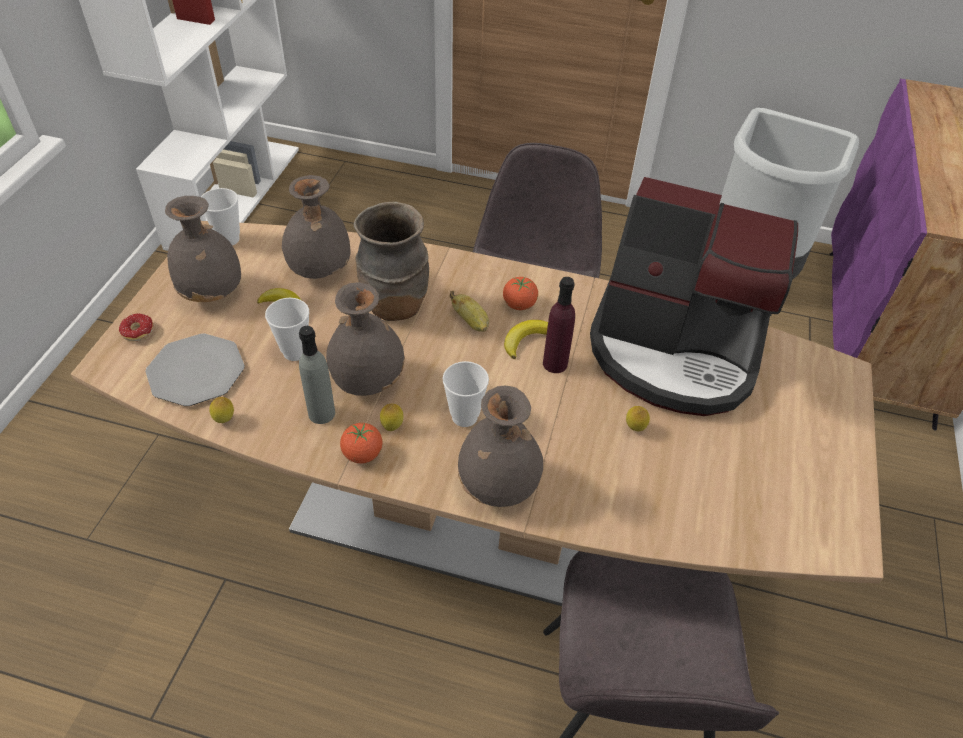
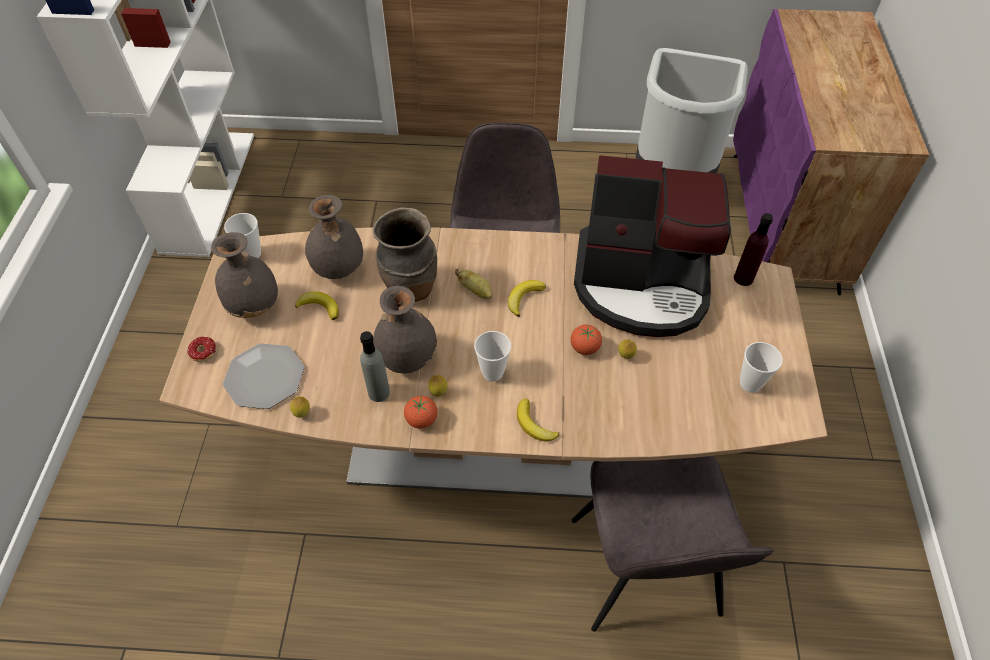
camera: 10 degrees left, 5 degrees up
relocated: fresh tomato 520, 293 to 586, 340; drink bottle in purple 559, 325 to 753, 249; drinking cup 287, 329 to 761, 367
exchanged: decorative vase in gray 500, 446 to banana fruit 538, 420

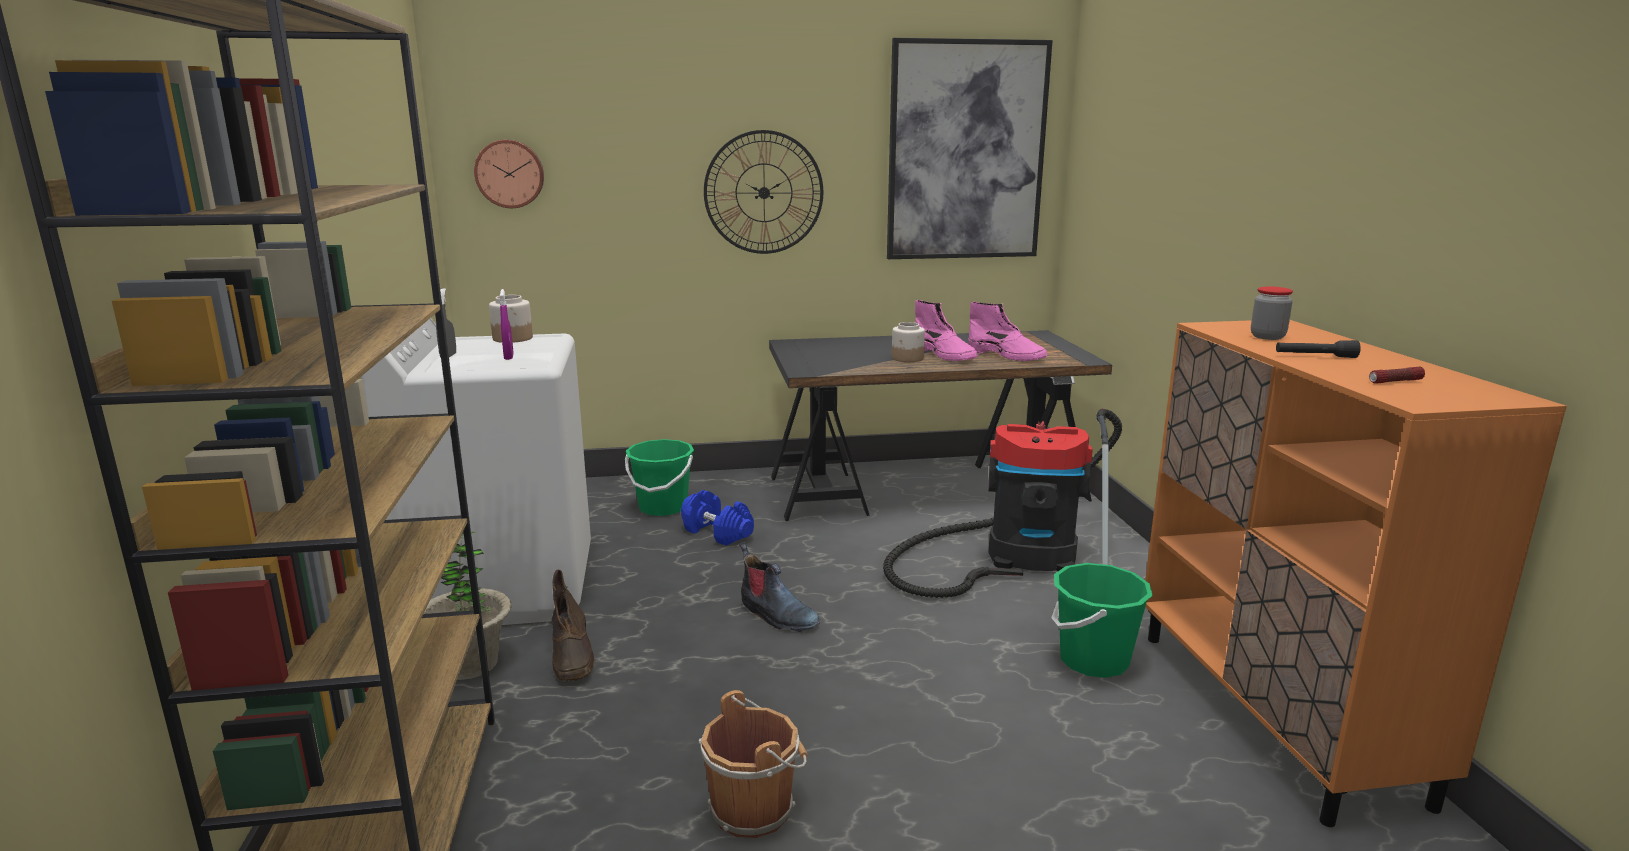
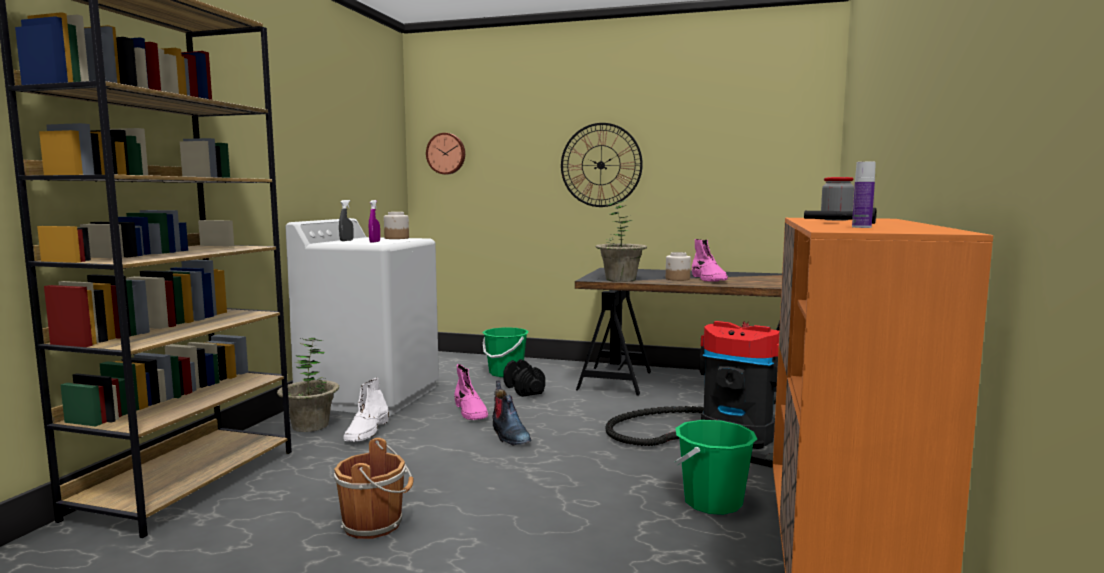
camera: 25 degrees right, 10 degrees down
missing: wall art 970, 148
appeared: plant in a pot 621, 240
relocated: high-top boot in pinkish 1007, 331 to 471, 392
exchanged: hand torch 1397, 375 to drink bottle 864, 195
colour: high-top boot in brown 573, 625 to high-top boot in white 366, 410; dumbbell in blue-coloured 717, 518 to dumbbell in blackish 524, 378

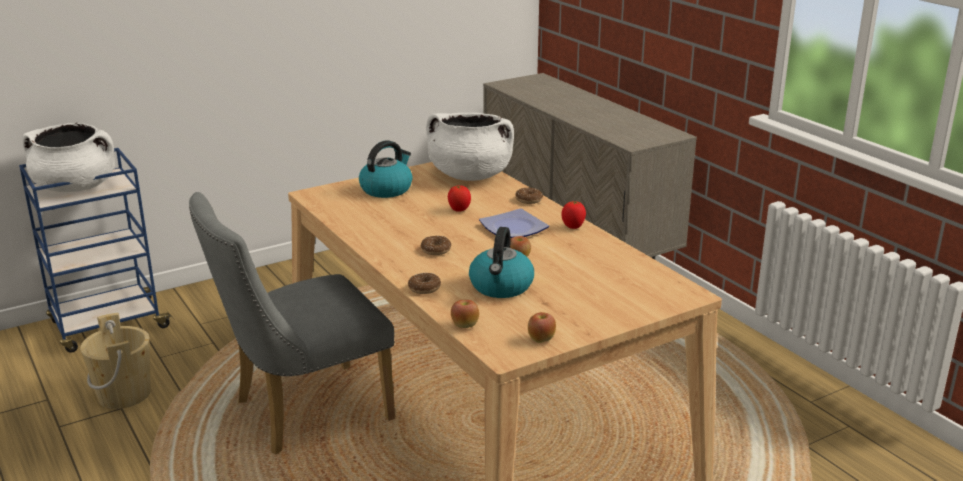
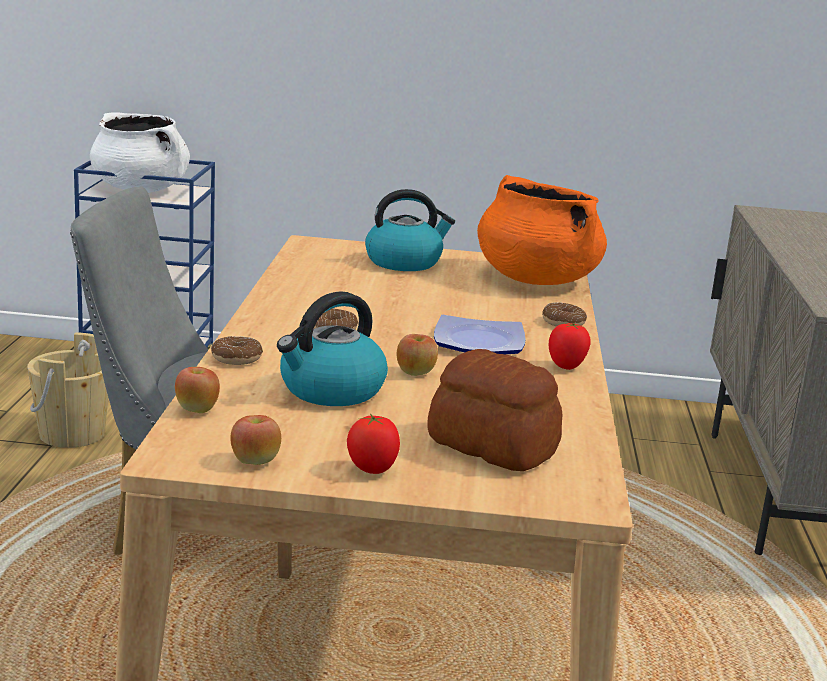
camera: 35 degrees right, 5 degrees down
appeared: bread 494, 410
relocated: fresh tomato 459, 198 to 373, 444
colour: stockpot in white 470, 147 to stockpot in orangey 542, 230

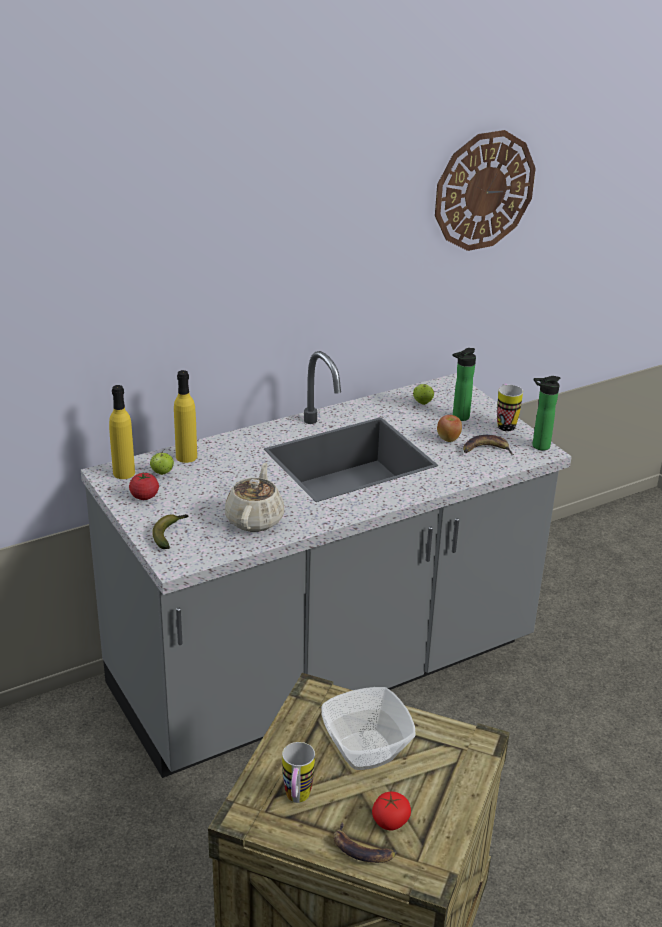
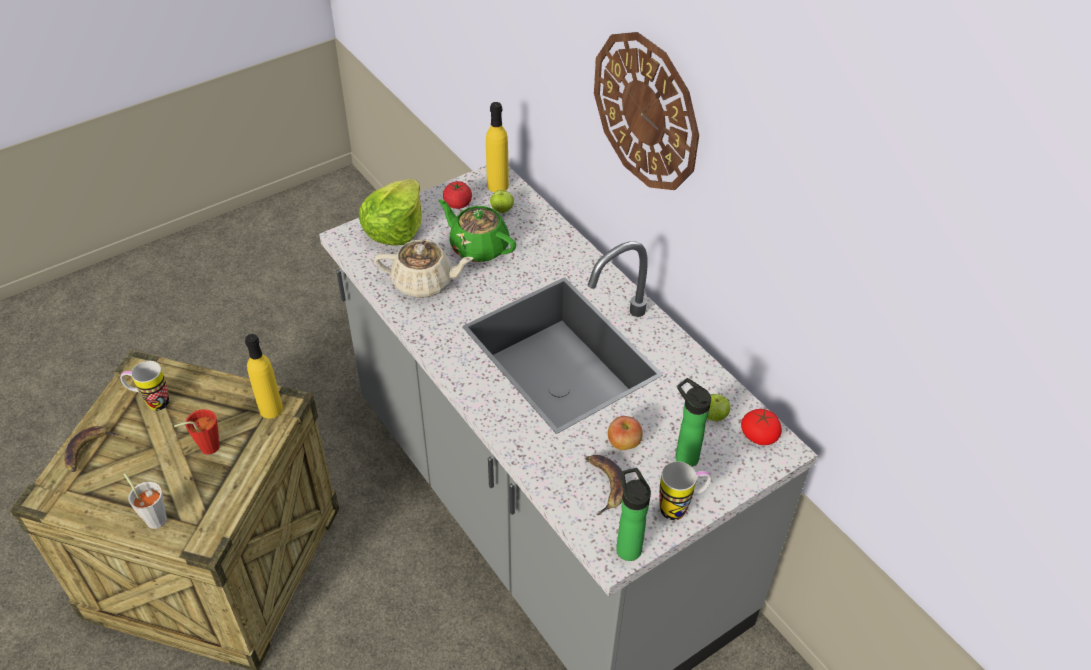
camera: 85 degrees right, 15 degrees up
appeared: drinking cup in gray 145, 501; pot for tea in green 477, 230
relocated: drink bottle in yellowish 185, 416 to 264, 376; wall clock 485, 190 to 646, 111; fresh tomato 391, 811 to 761, 427
exchanged: serving bowl 368, 728 to drinking cup in reddish 197, 432; banana fruit 170, 531 to lettuce 390, 212

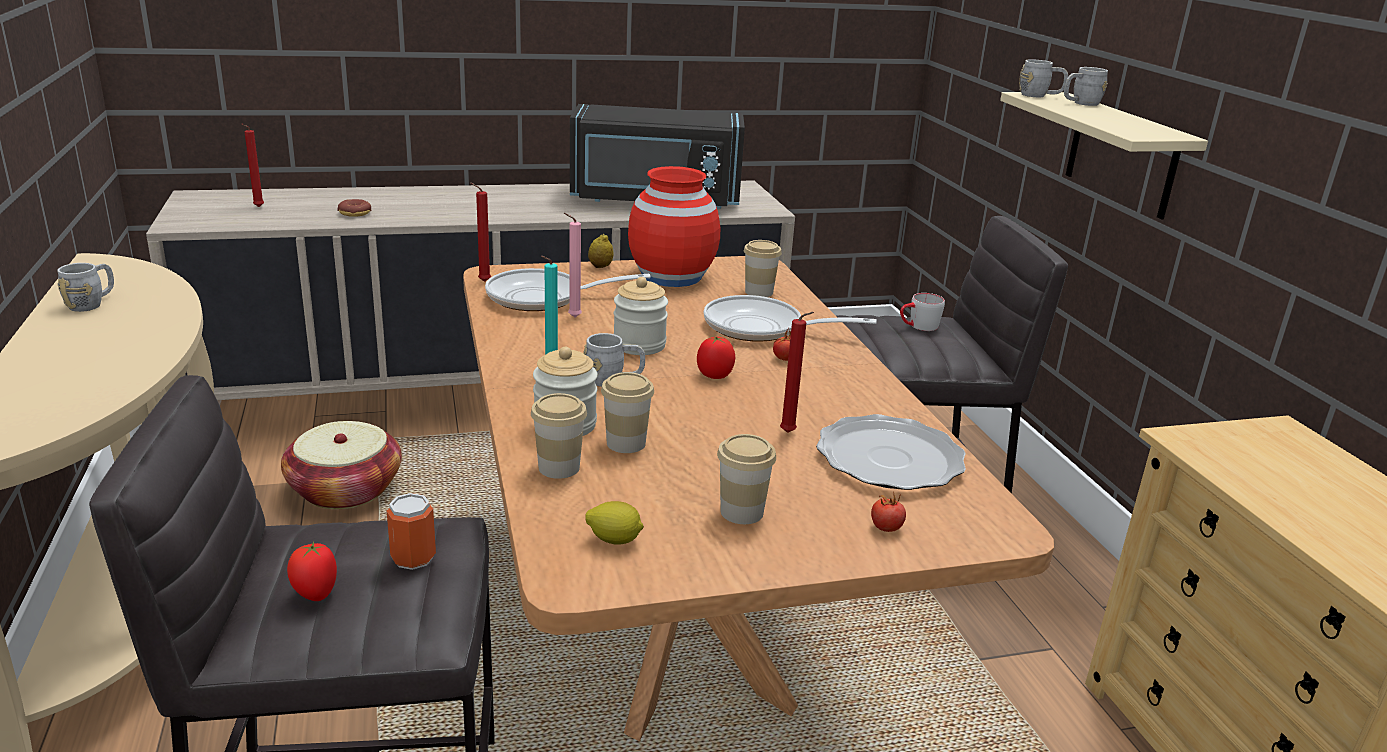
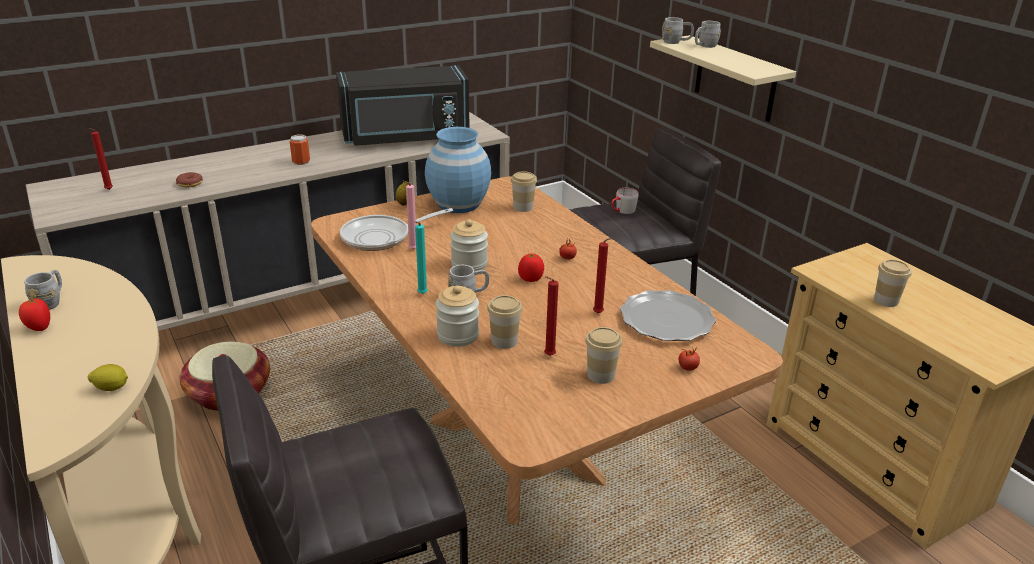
camera: 15 degrees left, 5 degrees up
missing: skillet 790, 318
relocated: fresh tomato 312, 571 to 34, 315; citrus fruit 614, 523 to 108, 377; sealed can 411, 531 to 300, 150; candle in reddish 480, 232 to 551, 316; drinking cup 559, 436 to 893, 283
colour: decorative vase in reddish 674, 226 to decorative vase in blue-coloured 458, 170

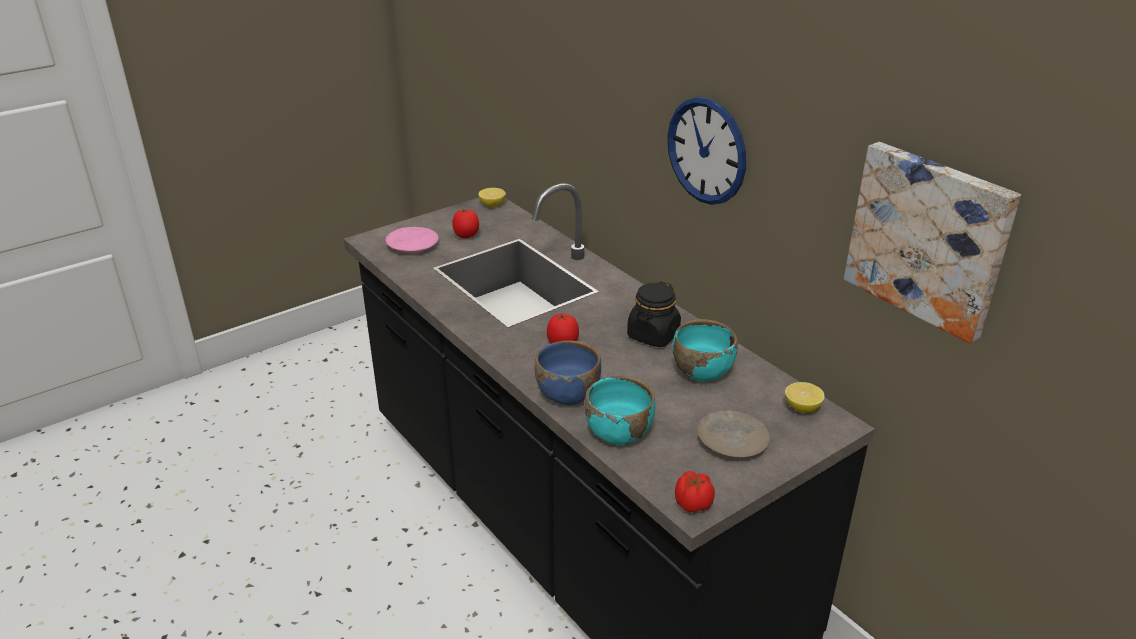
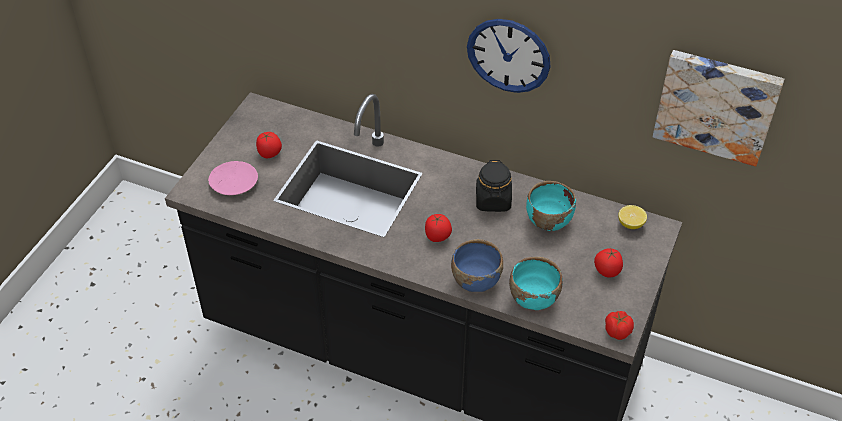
camera: 30 degrees left, 15 degrees up
missing: citrus fruit 492, 197
exchanged: dinner plate in sand-coloured 734, 434 to fresh tomato 608, 262

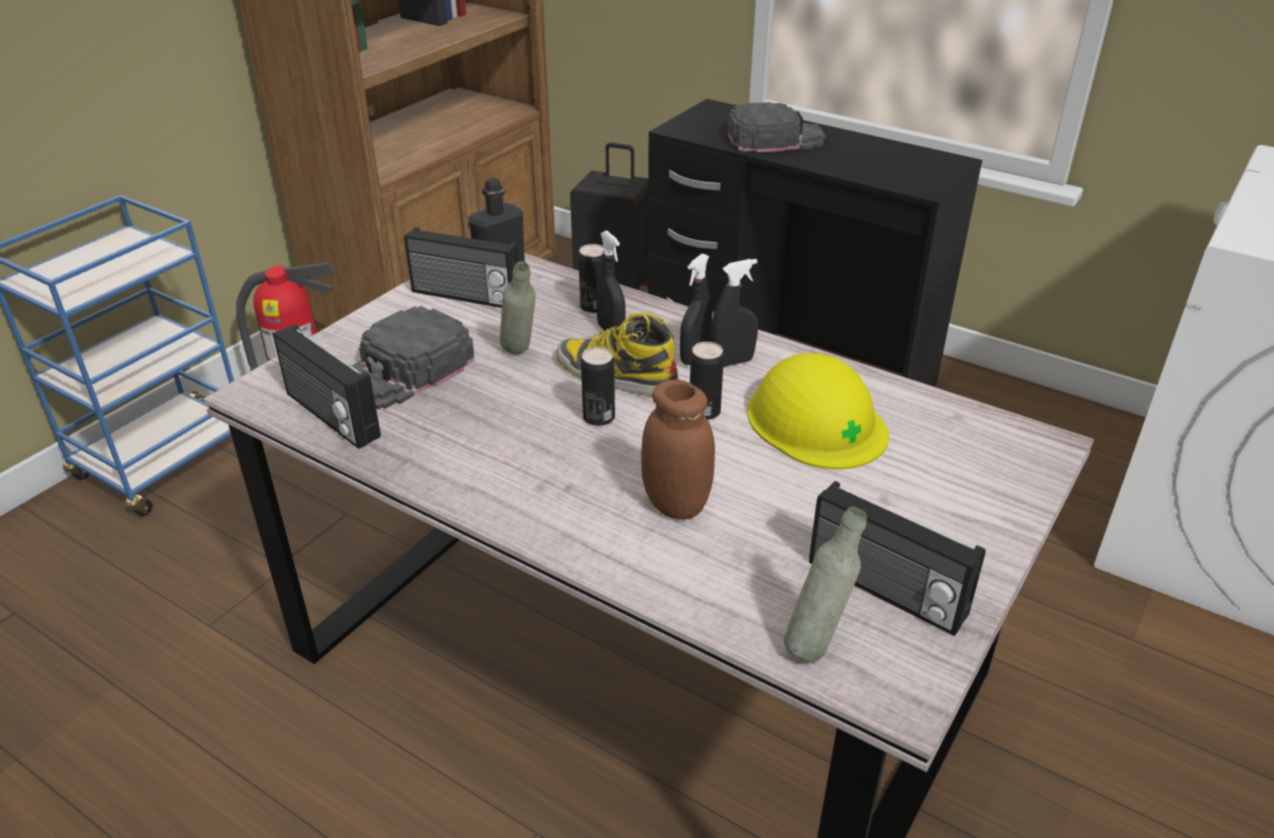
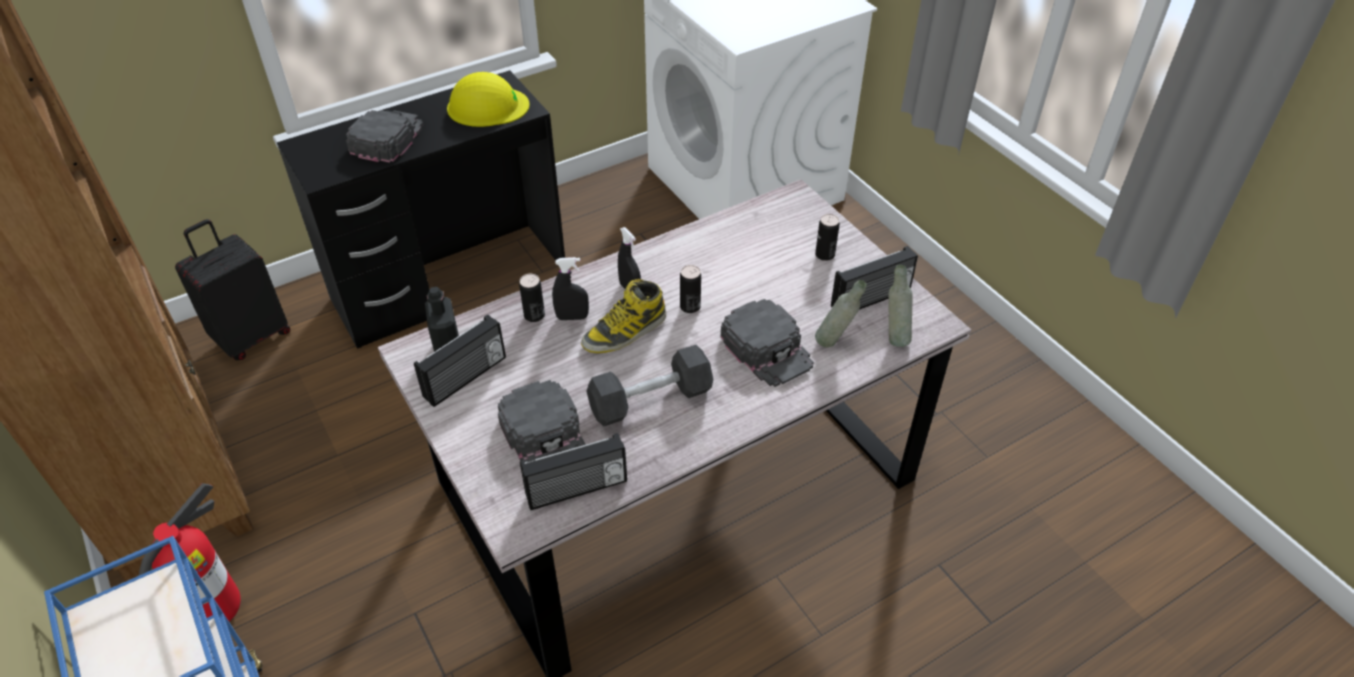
camera: 65 degrees left, 10 degrees up
missing: sprayer in blackish 734, 313
appeared: dumbbell in blackish 650, 385
relocated: work helmet in yellowish 818, 411 to 488, 99; sealed can 598, 386 to 827, 237; drink bottle in gray 518, 307 to 841, 314
exchanged: jar in brown 678, 450 to cap in blackish 767, 343

